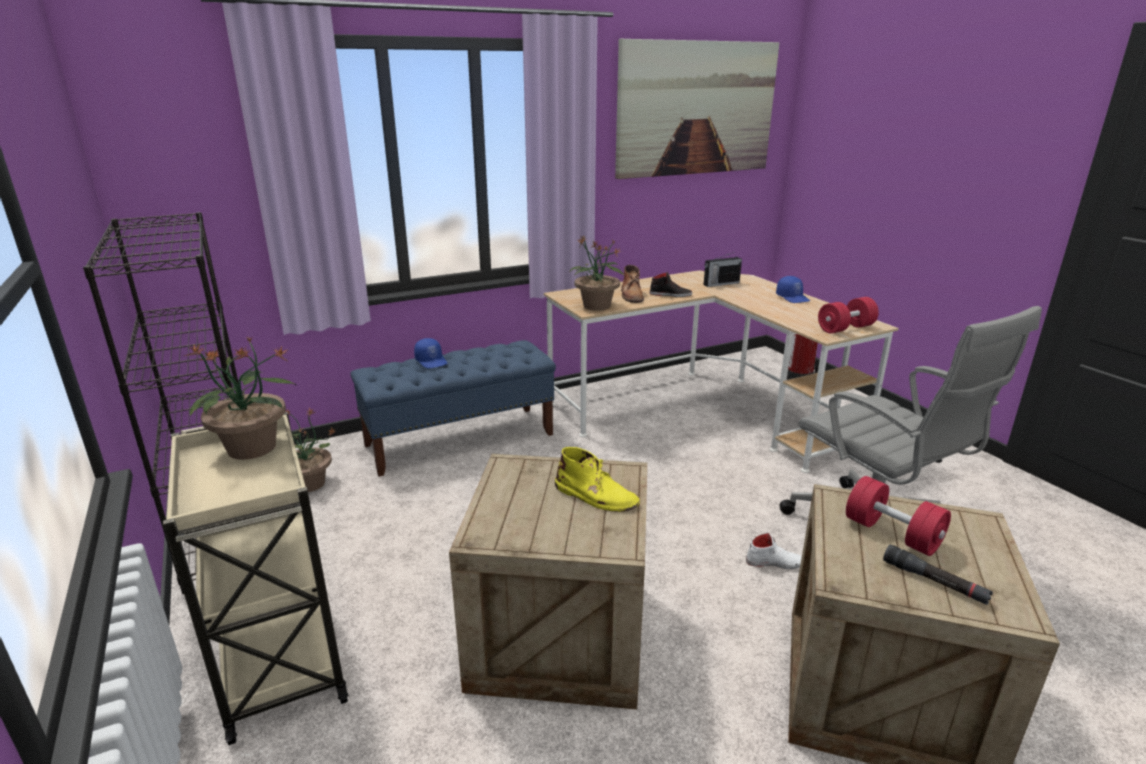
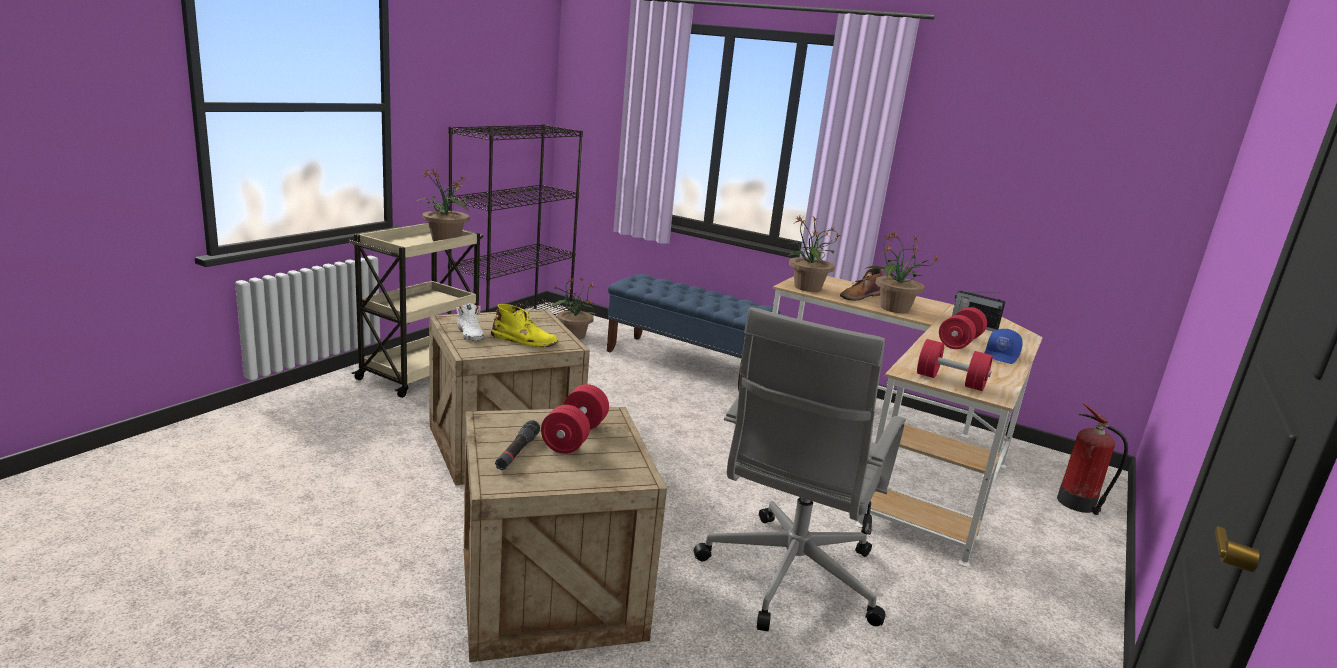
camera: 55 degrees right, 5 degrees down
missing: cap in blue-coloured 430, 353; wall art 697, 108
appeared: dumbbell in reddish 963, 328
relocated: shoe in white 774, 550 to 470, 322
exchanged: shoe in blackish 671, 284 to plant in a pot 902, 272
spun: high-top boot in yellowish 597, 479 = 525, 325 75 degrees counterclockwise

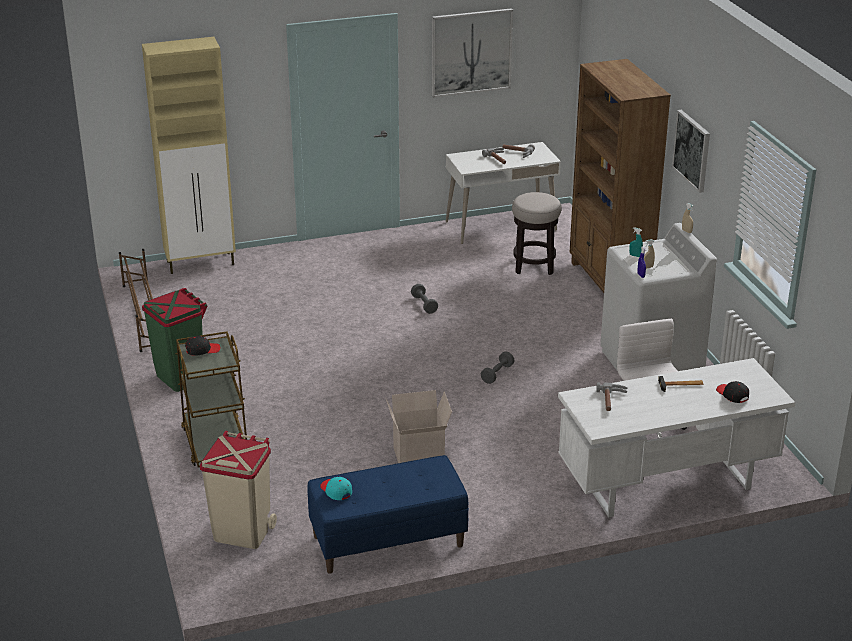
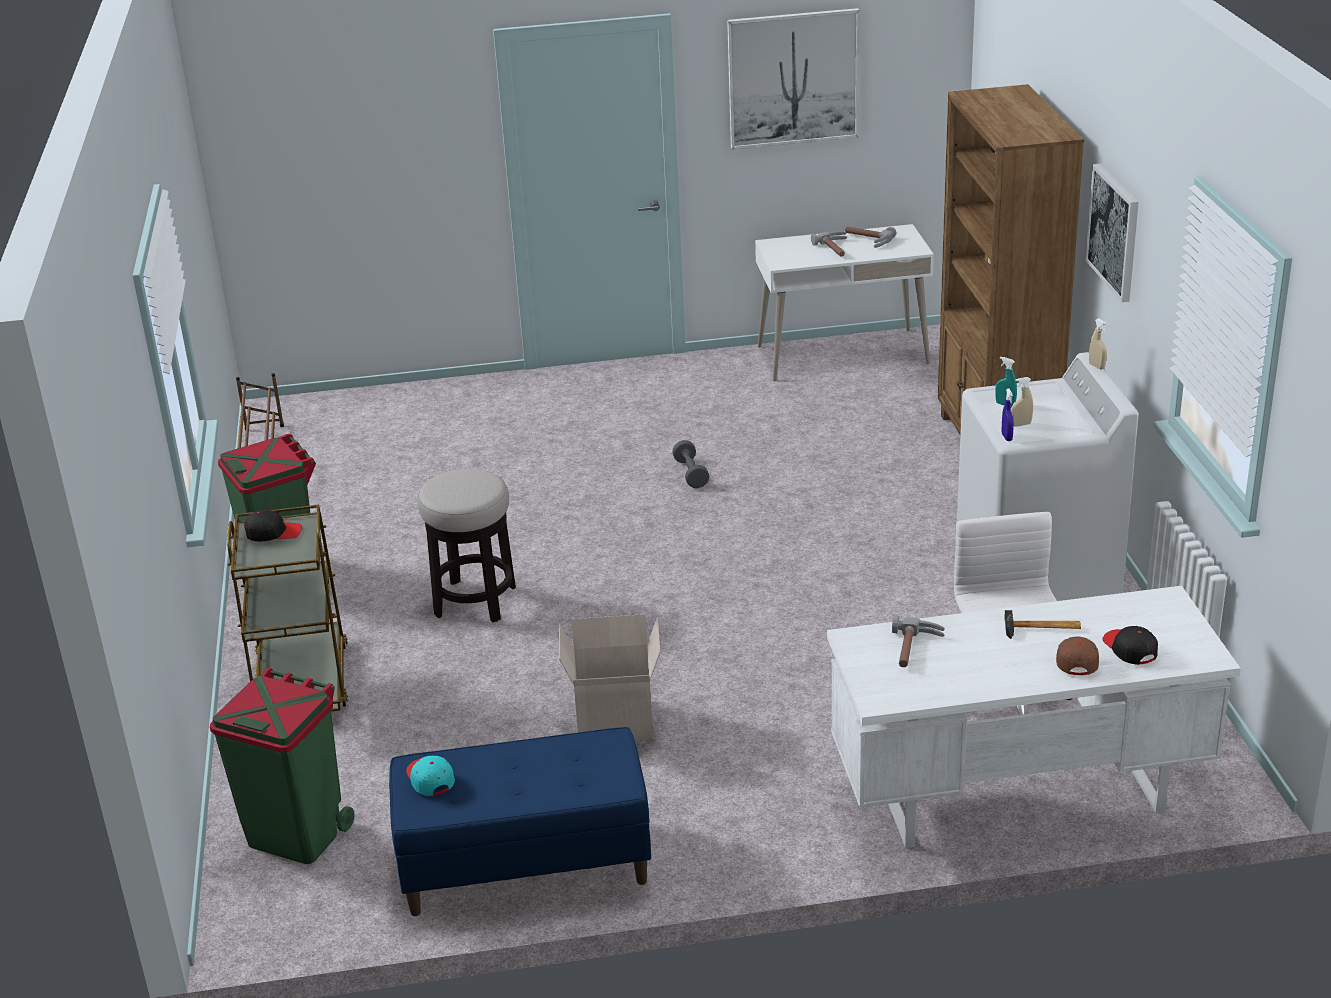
camera: 10 degrees right, 0 degrees up
missing: cupboard in sand-coloured 189, 155; dumbbell in gray 497, 367
appeared: cap in brown 1077, 655
relocated: sitting stool 536, 233 to 467, 546
colour: trash can in sand-coloured 238, 490 to trash can in green 282, 766

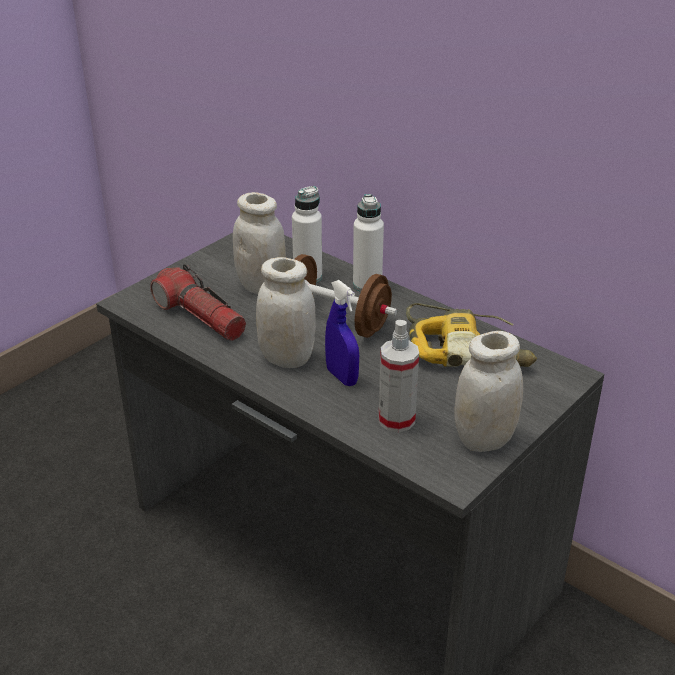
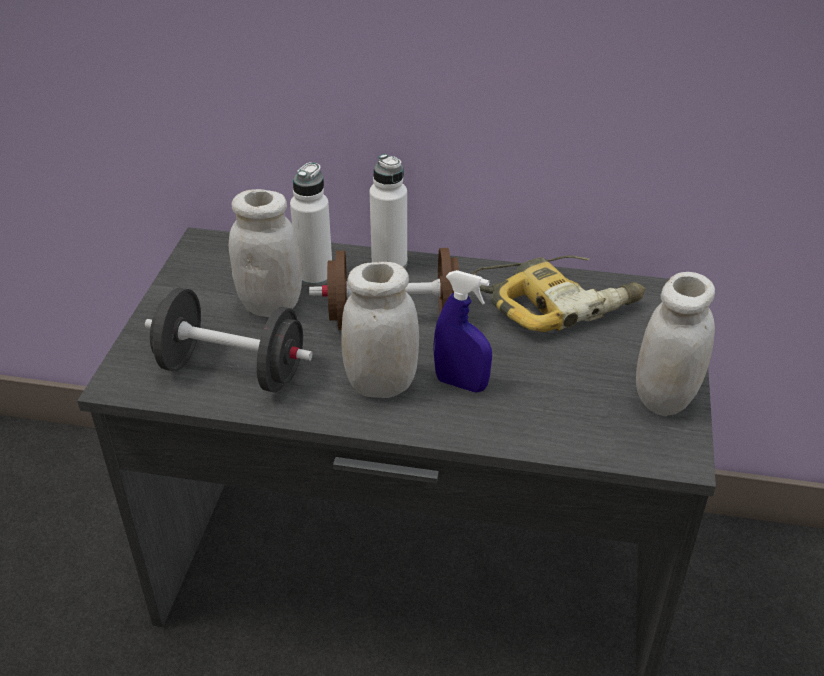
camera: 30 degrees left, 5 degrees up
missing: sprayer 399, 376
exchanged: hand torch 198, 302 to dumbbell in blackish 229, 340

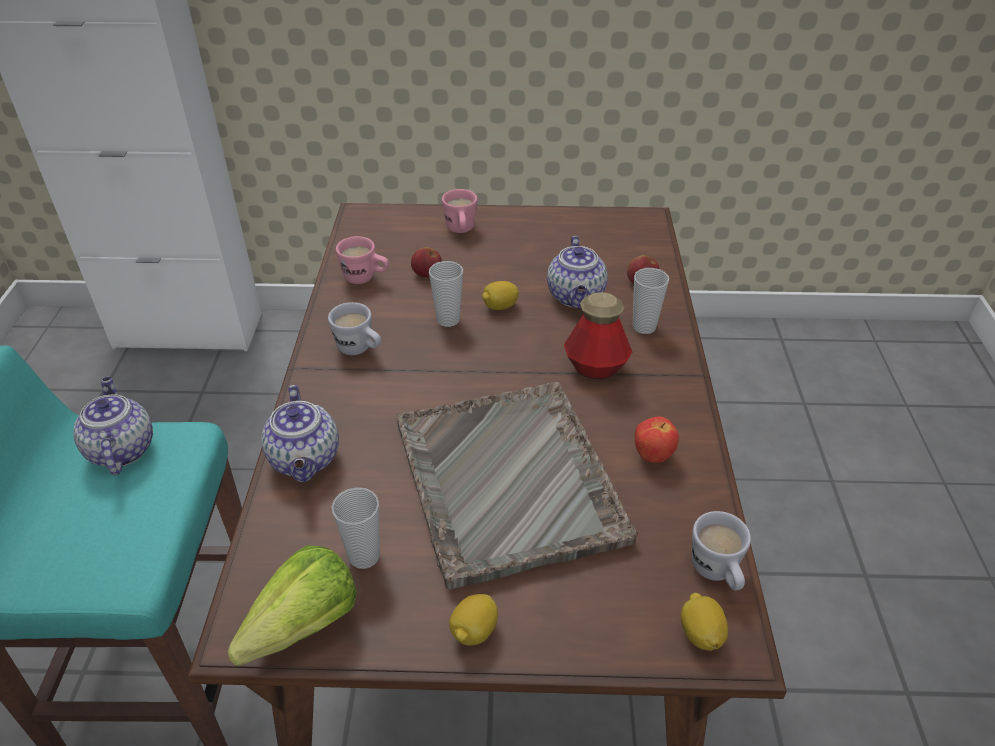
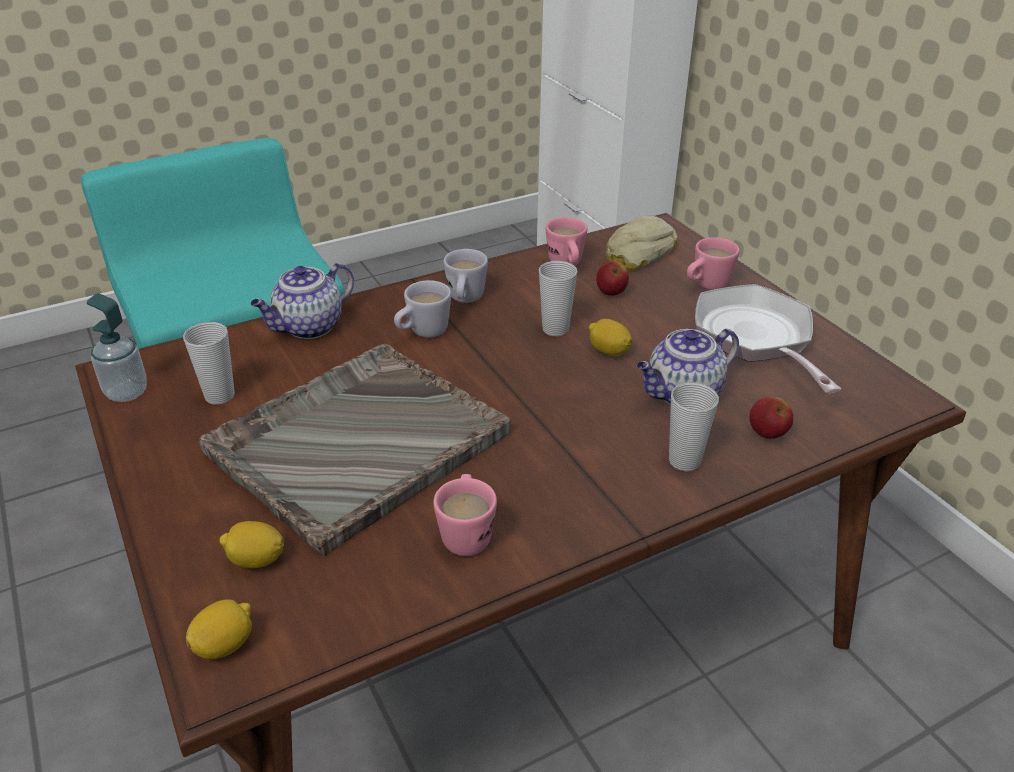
camera: 60 degrees right, 5 degrees down
missing: pot for tea 113, 426; drink bottle 598, 335
appeared: bread 642, 242; skillet 768, 338
relocated: citrus fruit 473, 620 to 251, 544; coffee mug in white 721, 550 to 422, 309
exchanged: lettuce 292, 605 to soap bottle 117, 347; apple 657, 440 to coffee mug in pinkish 465, 515

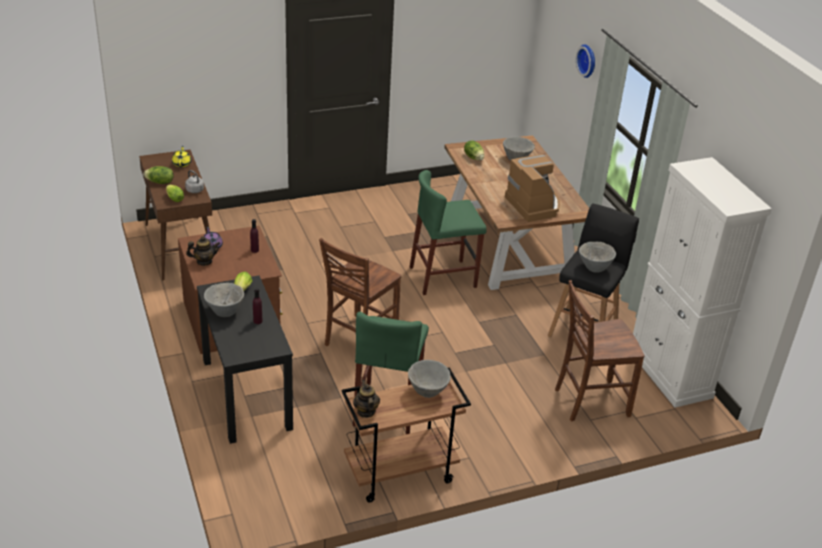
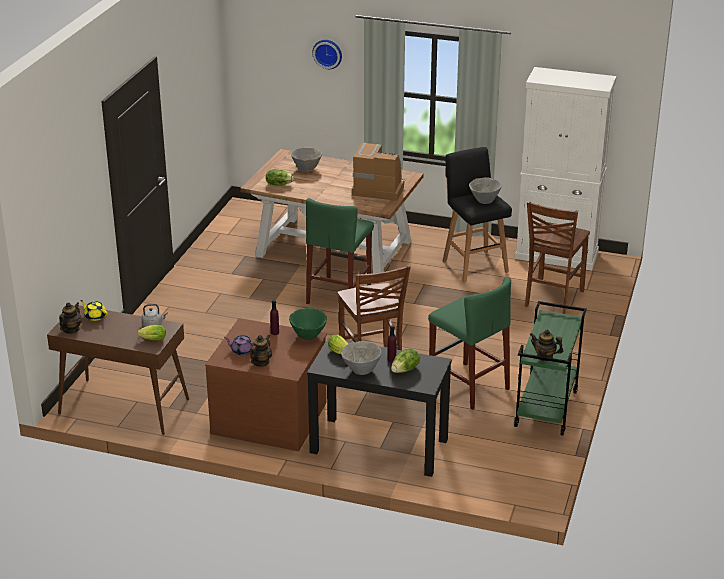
camera: 50 degrees left, 5 degrees down
missing: serving bowl in gray 429, 379
appeared: pot for tea 70, 318; serving bowl in green 308, 324
relocated: lettuce 158, 175 to 405, 361
colour: wheeled cart in brown 406, 435 to wheeled cart in green 550, 368

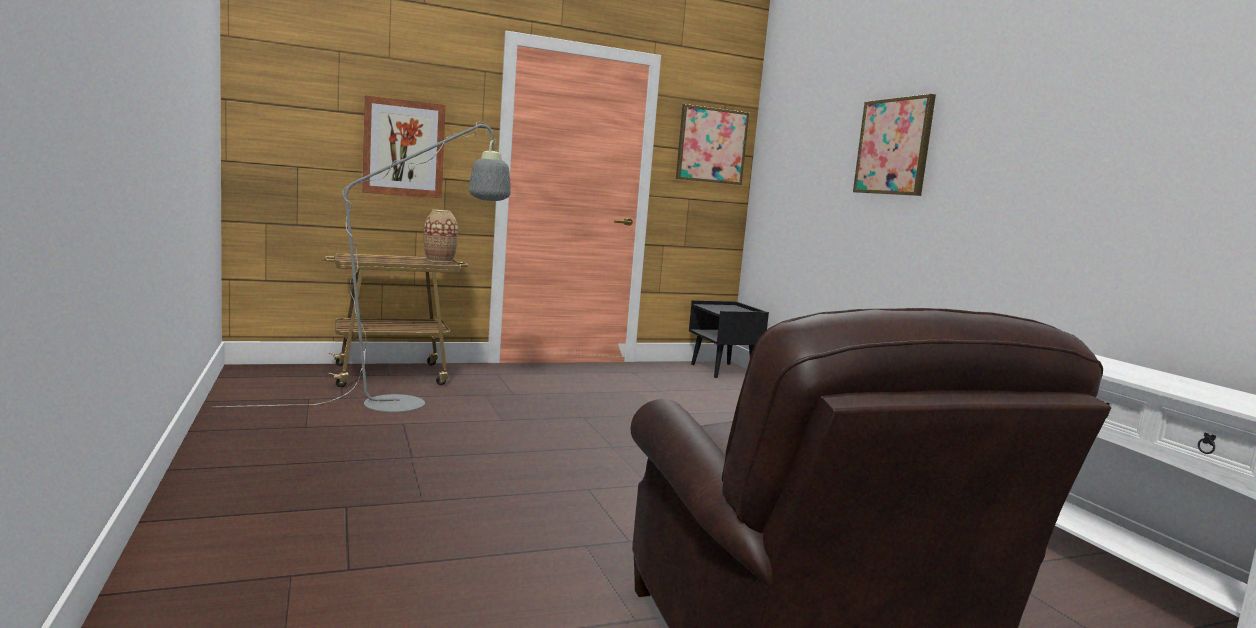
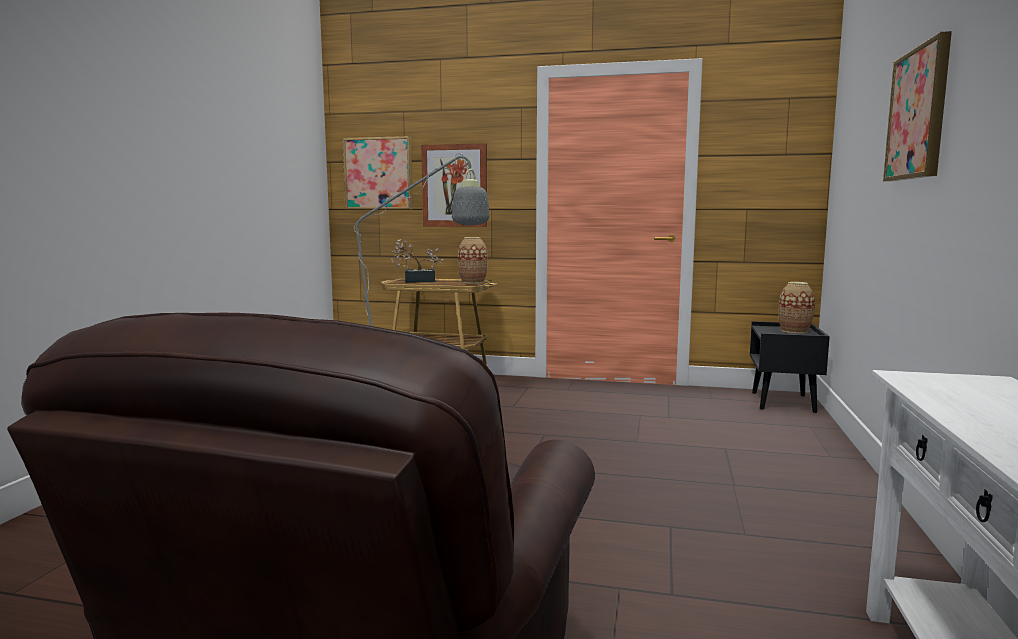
camera: 35 degrees right, 0 degrees up
appeared: plant in a pot 417, 261; decorative vase 796, 307
relocated: wall art 712, 144 to 377, 173

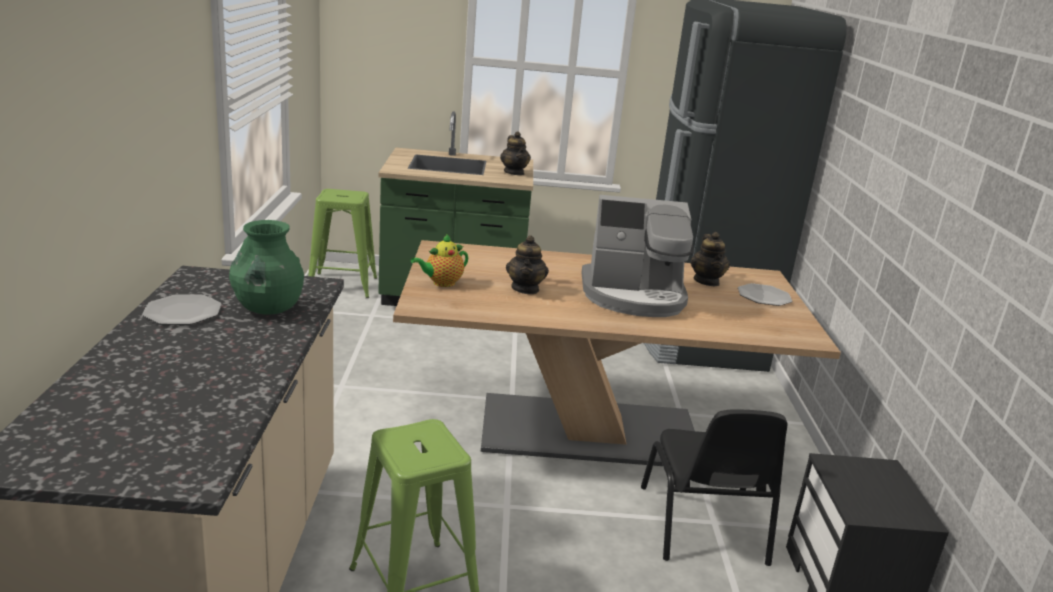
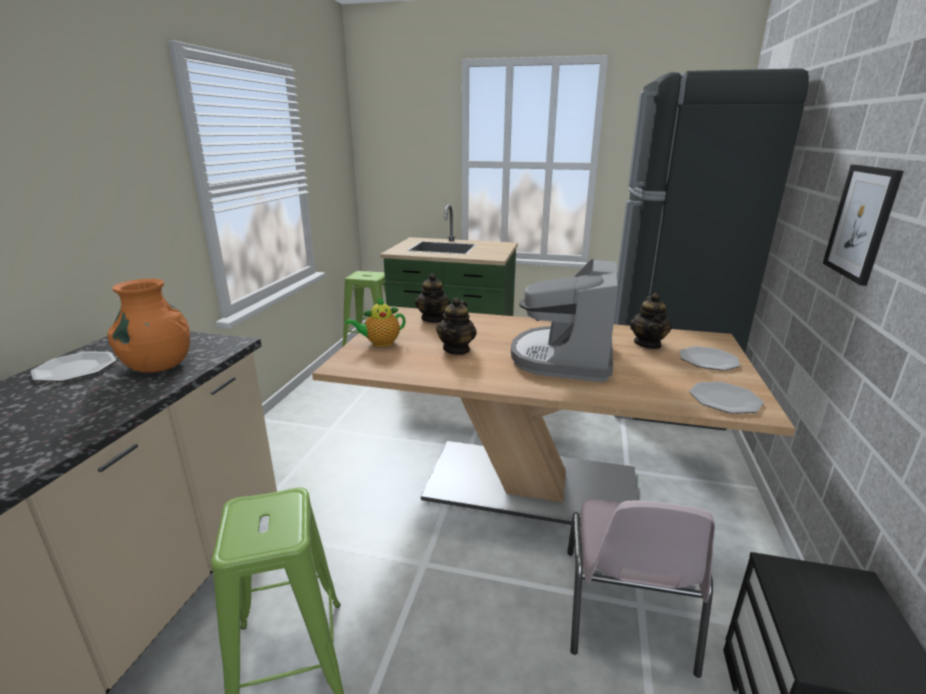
camera: 15 degrees right, 0 degrees up
appeared: dinner plate 726, 398; wall art 863, 225
relocated: pot for tea 515, 153 to 433, 298
colour: decorative vase in green 266, 267 to decorative vase in orangey 149, 325; chair in blackish 714, 487 to chair in pinkish 641, 588
spun: coffee brewer 637, 256 = 564, 320 90 degrees clockwise

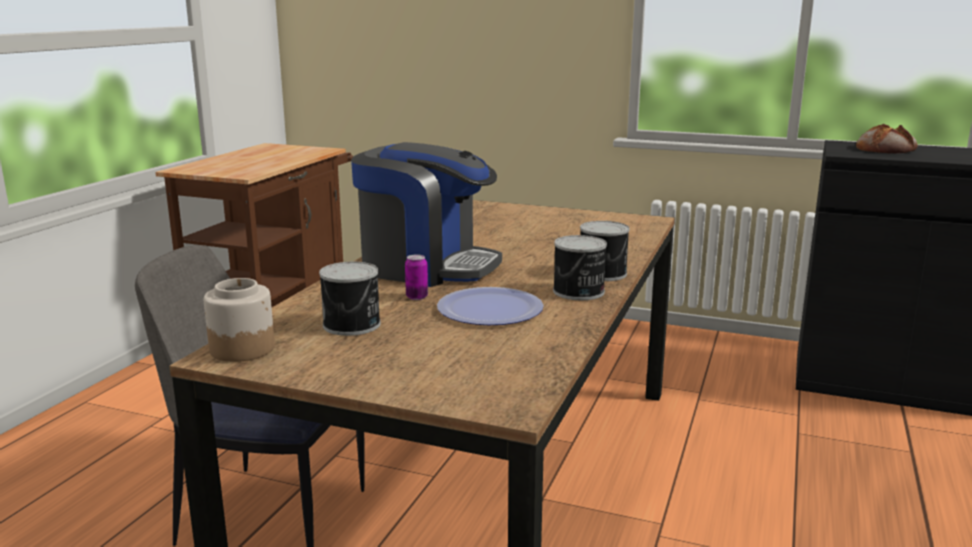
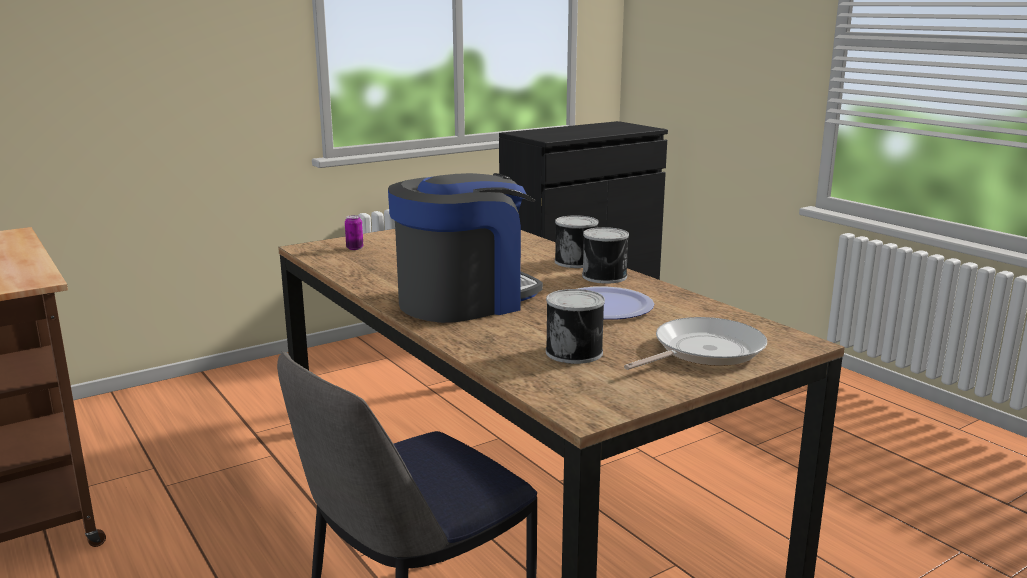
camera: 55 degrees left, 0 degrees up
missing: jar 239, 320; bread 886, 138
appeared: skillet 695, 343
relocated: sealed can 416, 277 to 354, 232

